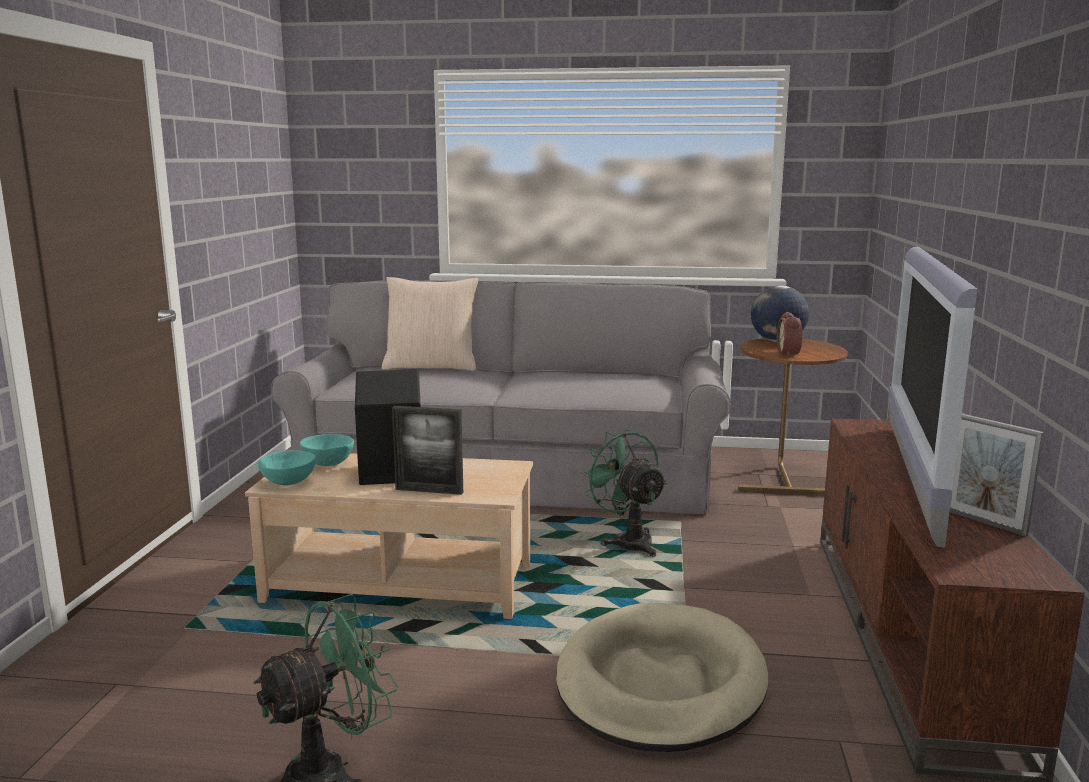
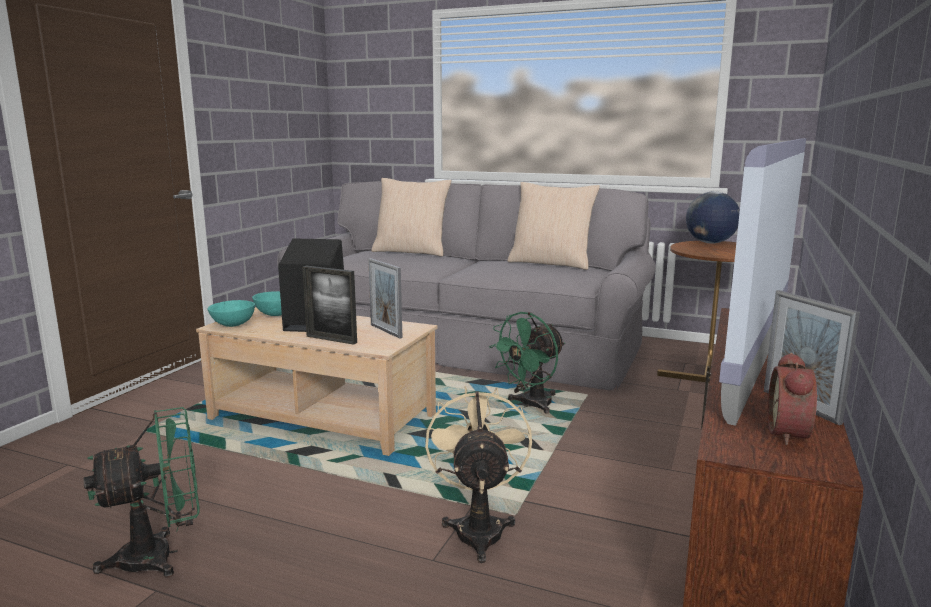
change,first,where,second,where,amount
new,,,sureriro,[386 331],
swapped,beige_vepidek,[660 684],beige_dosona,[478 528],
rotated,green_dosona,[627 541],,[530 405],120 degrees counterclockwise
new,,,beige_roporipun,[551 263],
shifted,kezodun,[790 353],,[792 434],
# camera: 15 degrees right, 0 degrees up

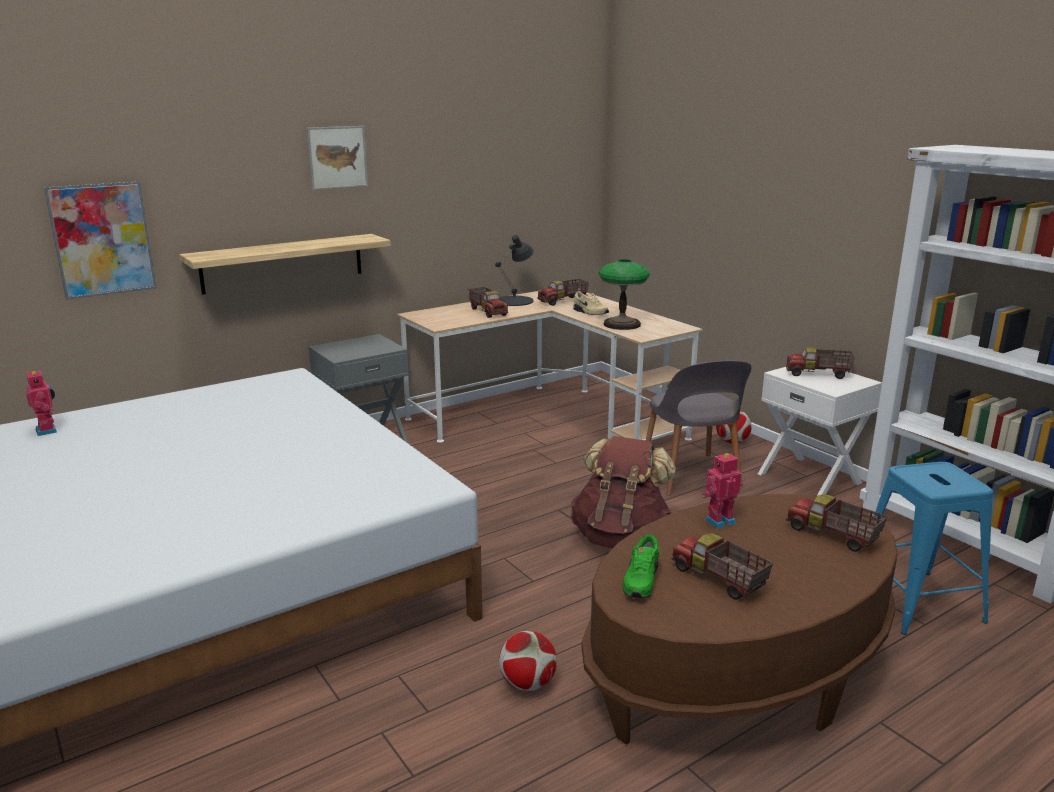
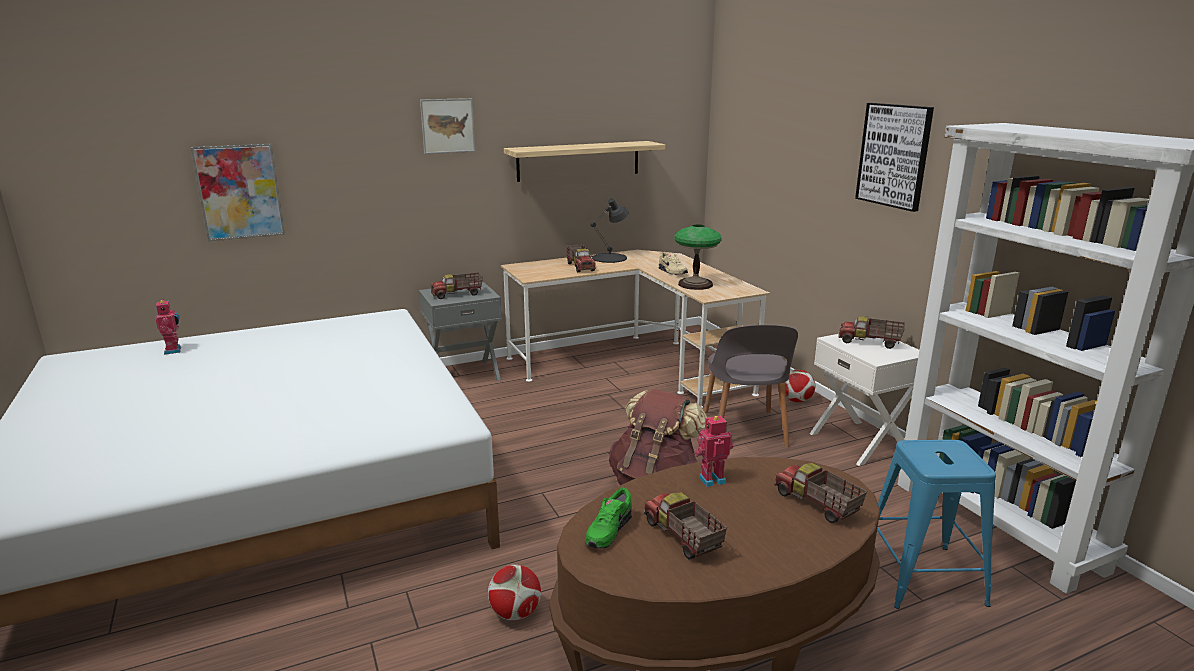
change,first,where,second,where,amount
shifted,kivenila,[563 301],,[457 294],
shifted,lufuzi,[283 263],,[579 160],
new,,,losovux,[894 155],
# camera: 10 degrees right, 0 degrees up

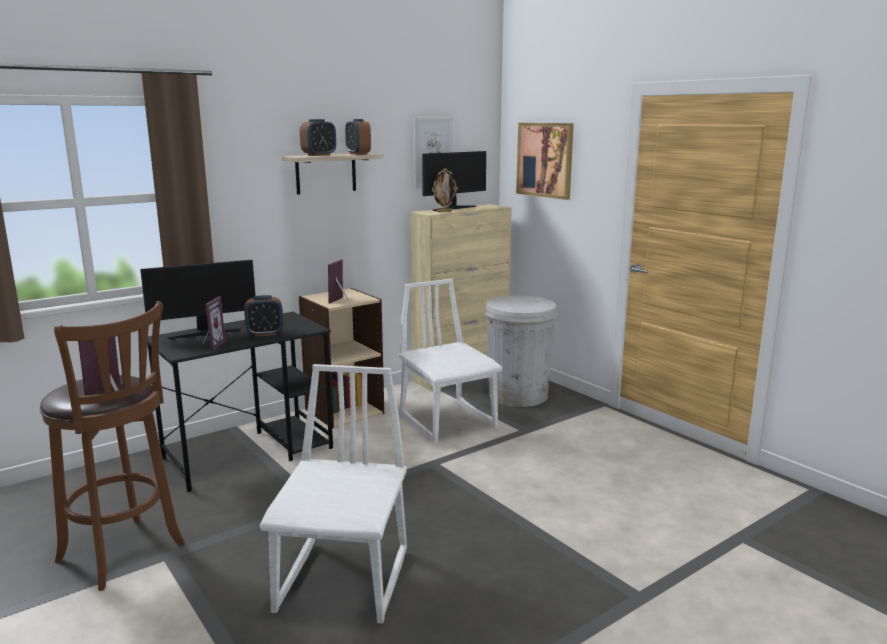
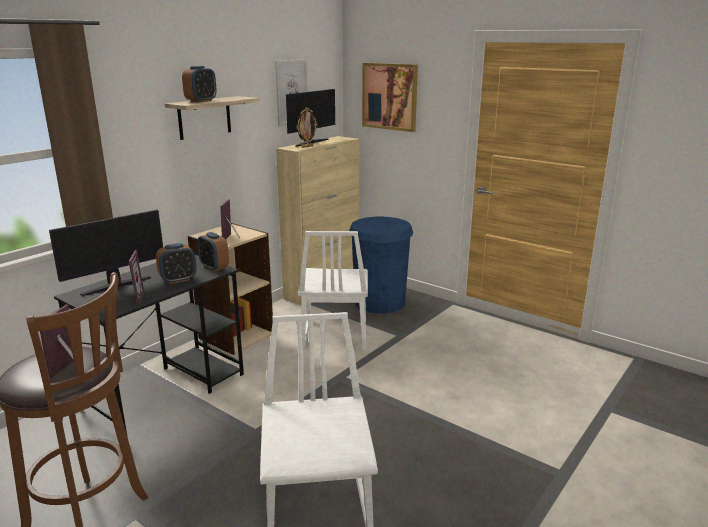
change,first,where,second,where,amount
shifted,kezodun,[358 154],,[214 267],
rotated,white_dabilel,[448 421],,[334 334],135 degrees counterclockwise
repainted,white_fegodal,[518 395],blue_fegodal,[379 302],
# camera: 15 degrees left, 5 degrees up

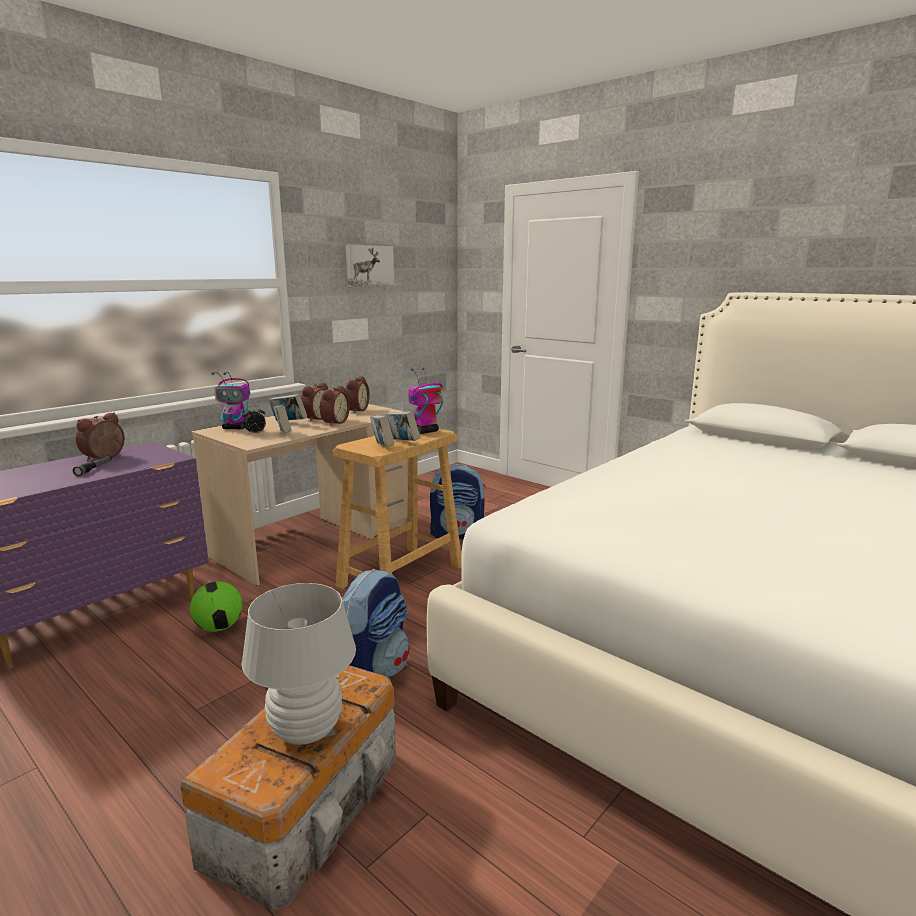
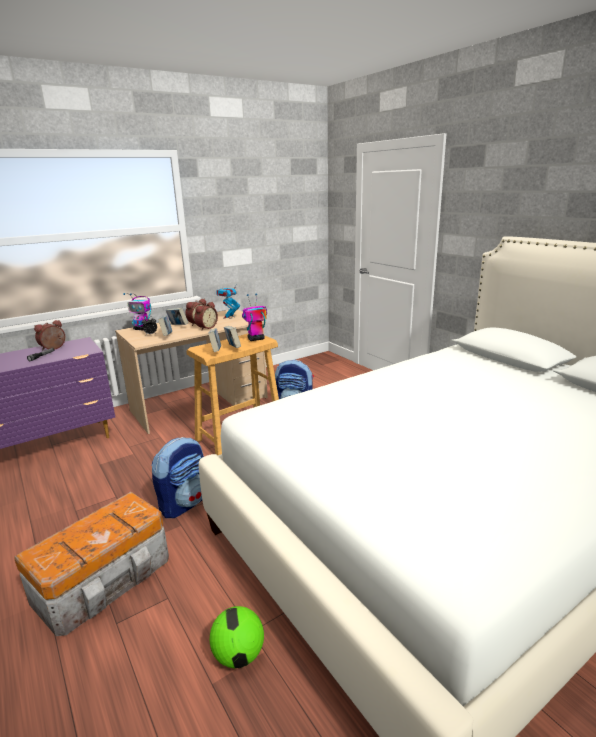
change,first,where,second,where,amount
shifted,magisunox,[219 627],,[239 655],
swapped,kezodun,[355 410],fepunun,[229 317],
gone,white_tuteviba,[305 730],,,
gone,losovux,[369 265],,,
# camera: 15 degrees right, 5 degrees up

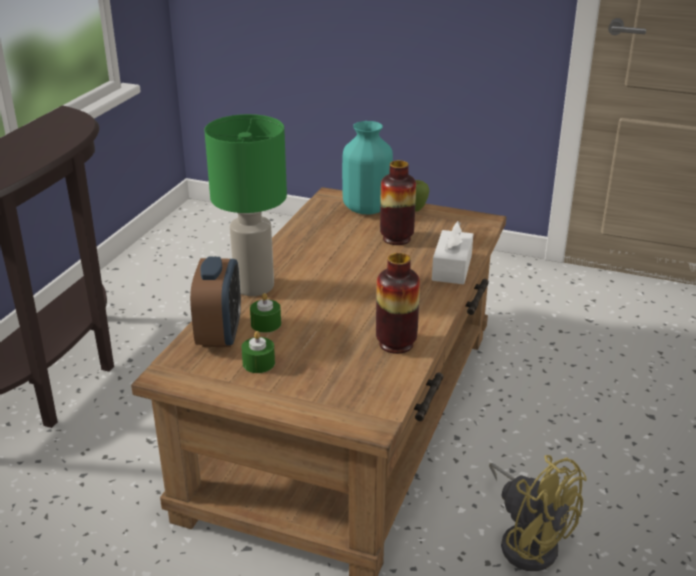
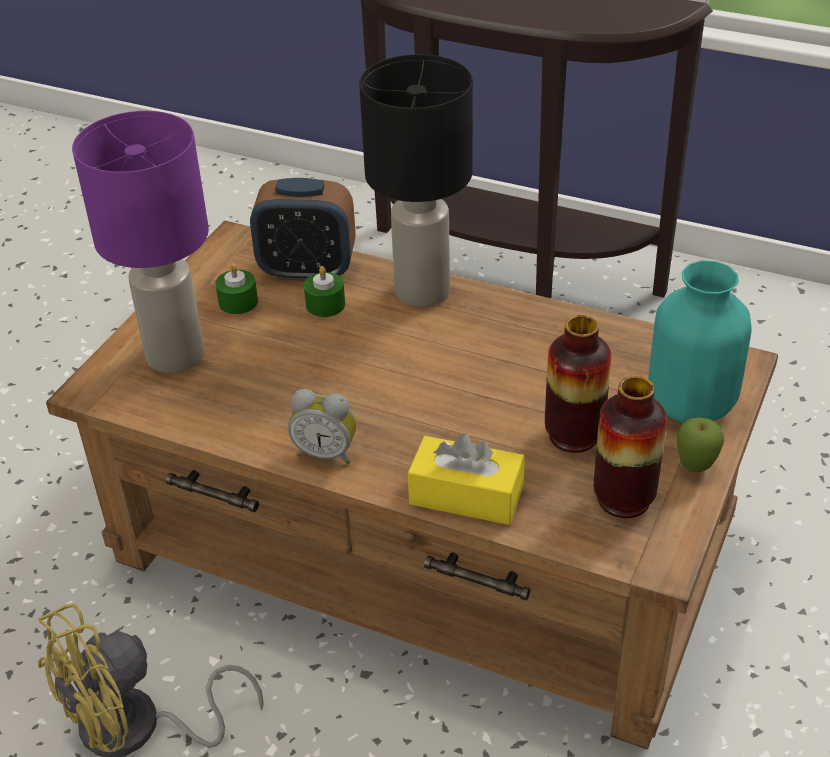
change,first,where,second,where,amount
new,,,purple_tuteviba,[174 357],
new,,,kezodun,[326 453],
repainted,green_tuteviba,[255 286],black_tuteviba,[423 292],
repainted,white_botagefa,[452 268],yellow_botagefa,[466 495],
shifted,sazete,[396 344],,[623 499],
# camera: 95 degrees right, 10 degrees up

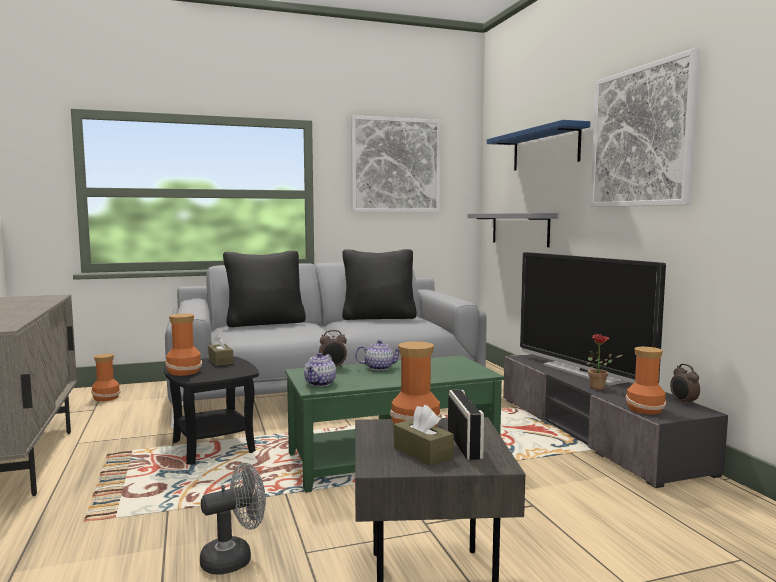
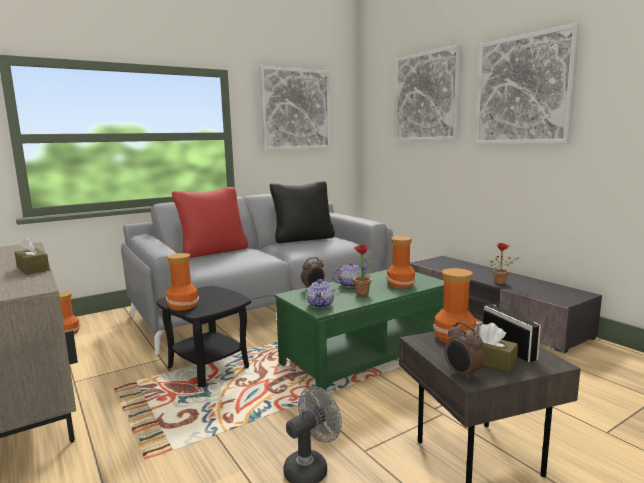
change,first,where,second,where,amount
shifted,brown_botagefa,[220 361],,[33 269],
repainted,black_roporipun,[265 323],red_roporipun,[213 251],
new,,,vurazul,[359 293],
shifted,sazete,[644 409],,[400 284],
swapped,blue_lufuzi,[545 149],losovux,[426 97],
shifted,kezodun,[683 403],,[462 374],
gone,grey_lufuzi,[519 229],,,
gone,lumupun,[584 373],,,
# camera: 15 degrees left, 5 degrees up

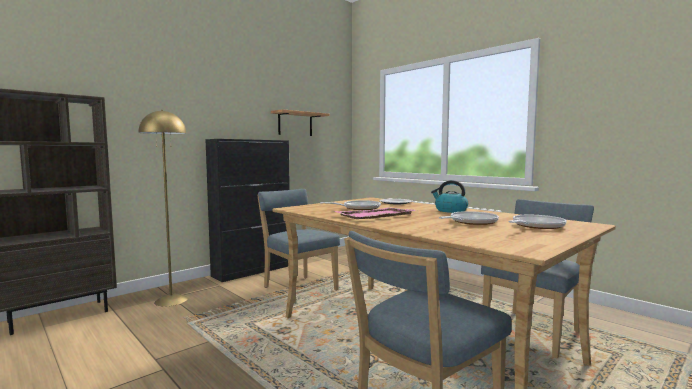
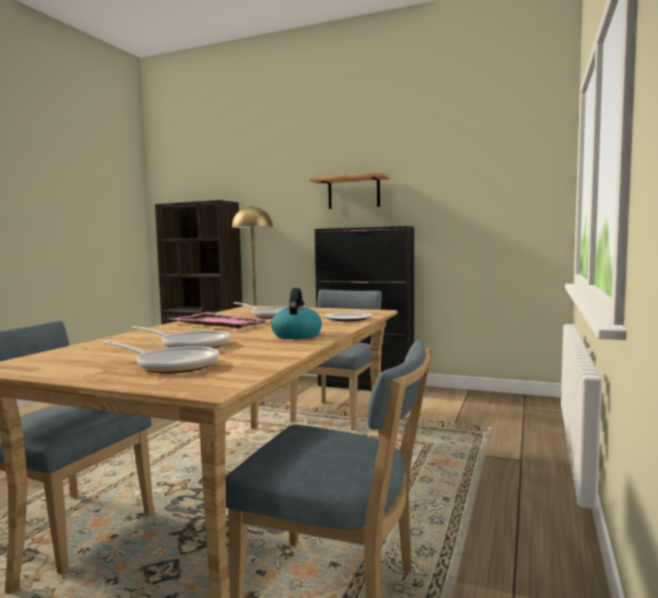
change,first,where,second,where,amount
shifted,lufuzi,[295 124],,[353 193],
# camera: 65 degrees right, 0 degrees up

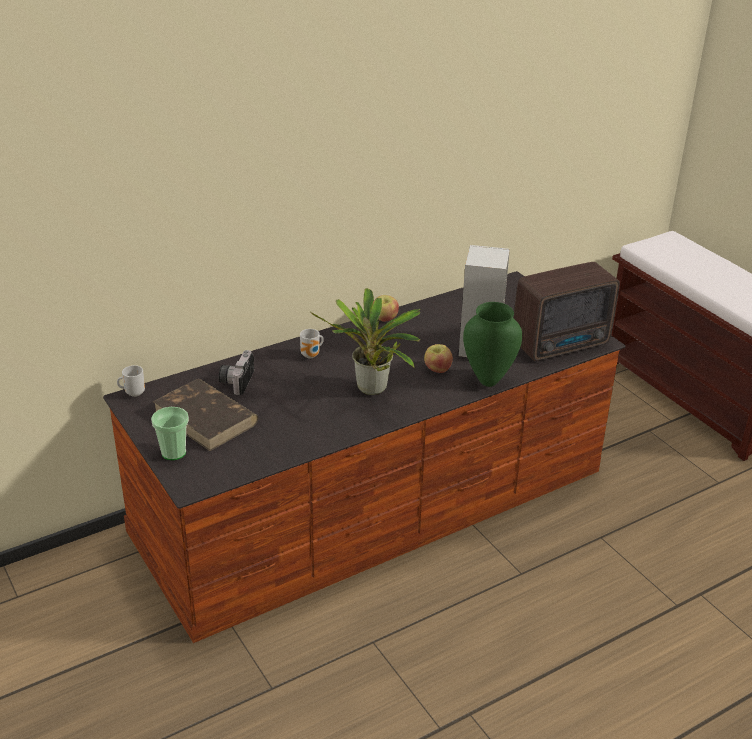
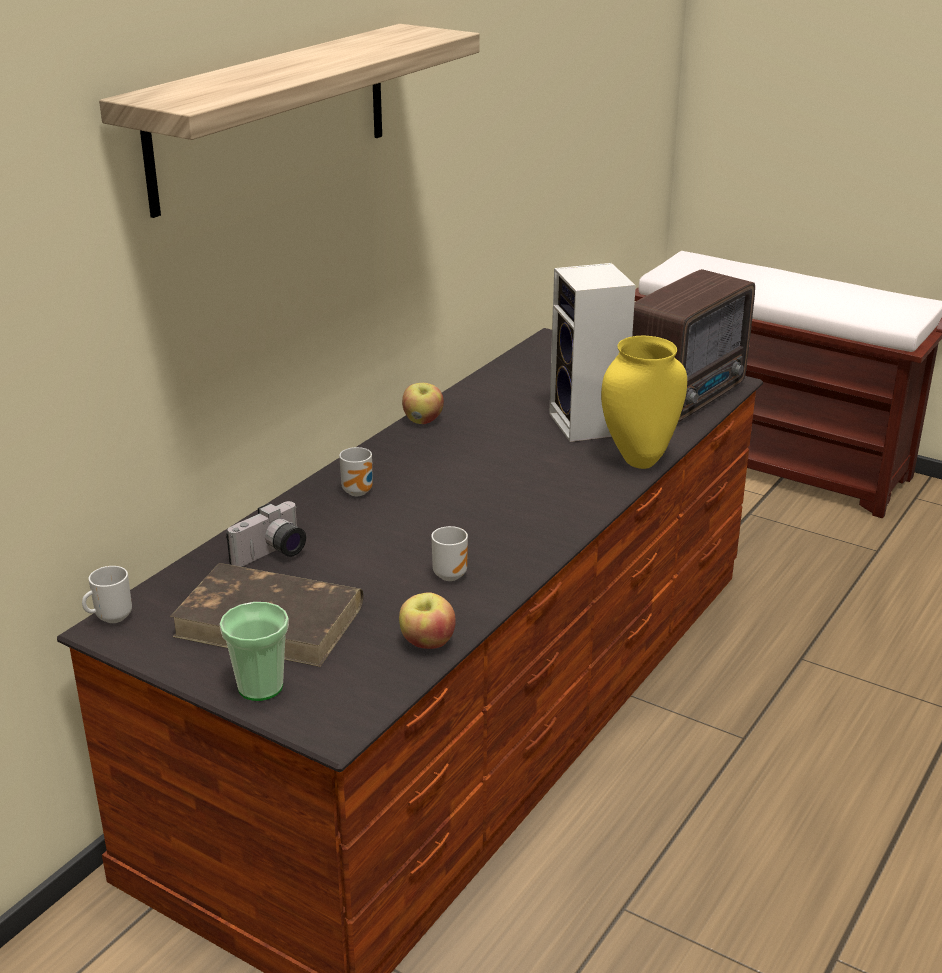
change,first,where,second,where,amount
new,,,lufuzi,[272 115],
rotated,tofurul,[236 381],,[272 555],120 degrees counterclockwise
shifted,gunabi,[437 369],,[427 642],
new,,,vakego,[450 574],
repainted,green_sazete,[488 381],yellow_sazete,[639 461],
gone,vurazul,[372 391],,,
# camera: 25 degrees left, 5 degrees down

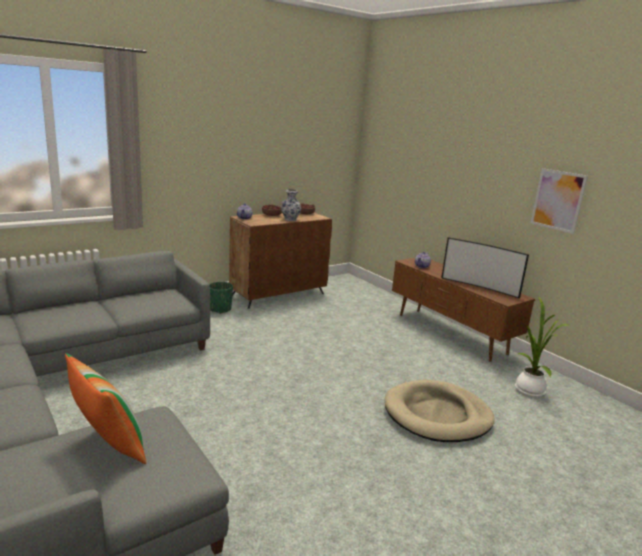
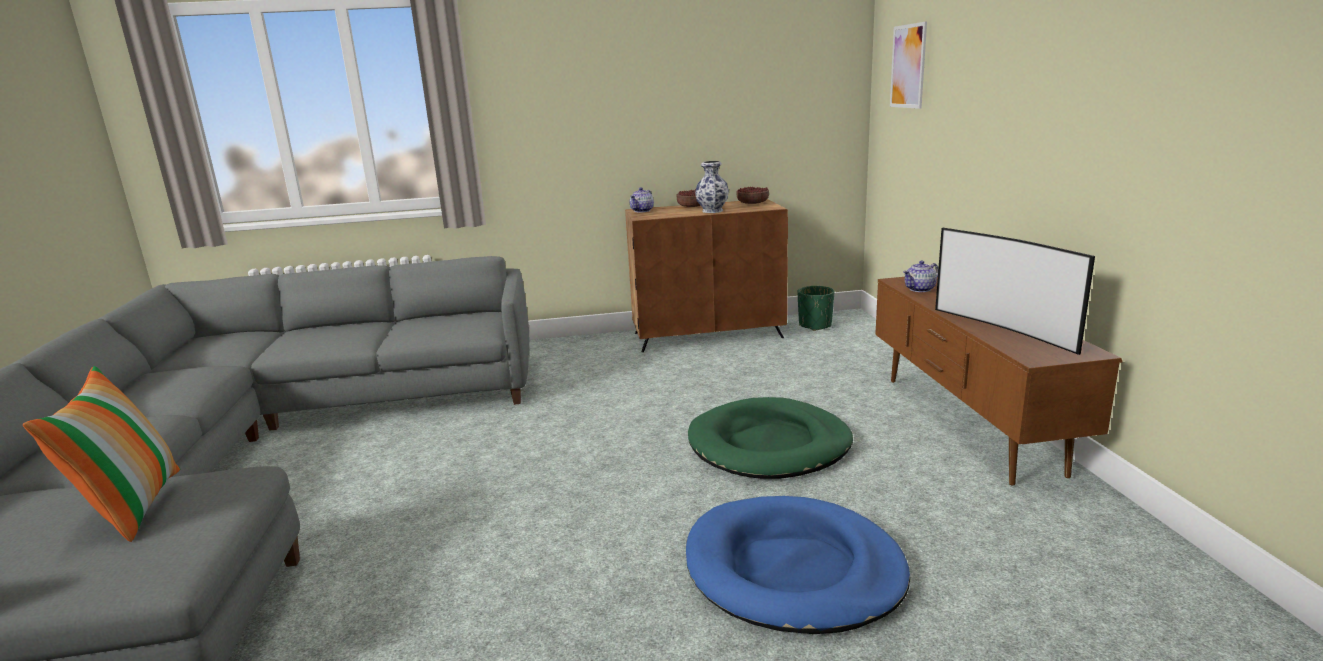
change,first,where,second,where,amount
repainted,beige_vepidek,[437 415],blue_vepidek,[793 570],
new,,,green_vepidek,[769 445],
shifted,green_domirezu,[220 309],,[815 325],
shifted,losovux,[558 200],,[908 66],
gone,vurazul,[529 389],,,
# camera: 30 degrees right, 0 degrees up

